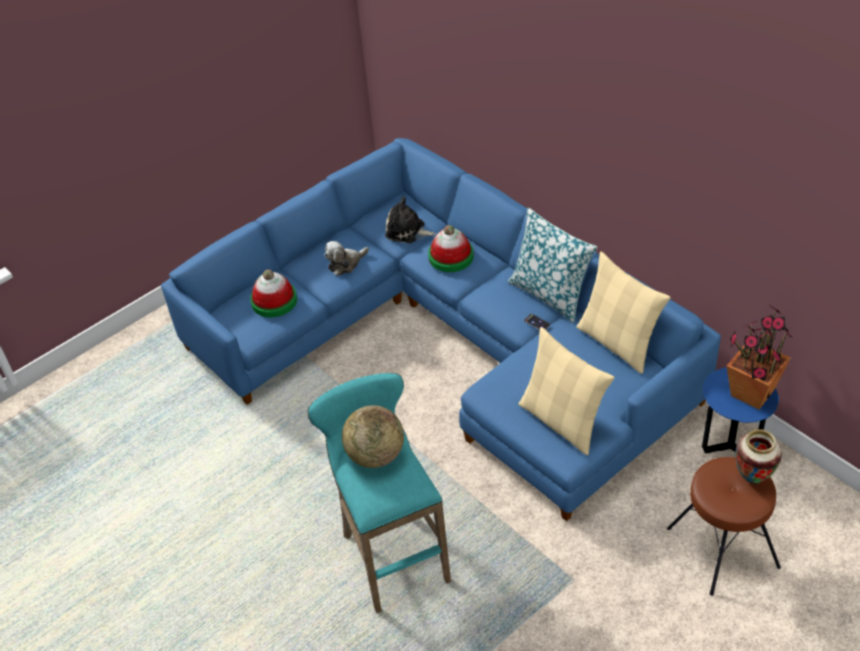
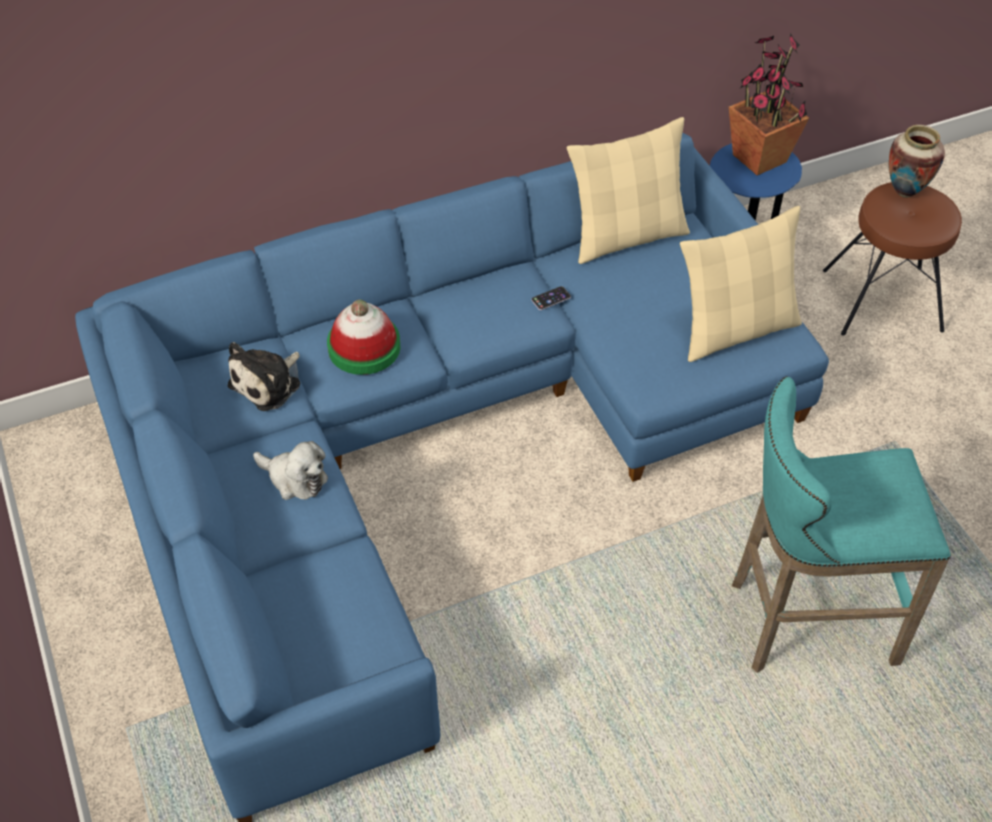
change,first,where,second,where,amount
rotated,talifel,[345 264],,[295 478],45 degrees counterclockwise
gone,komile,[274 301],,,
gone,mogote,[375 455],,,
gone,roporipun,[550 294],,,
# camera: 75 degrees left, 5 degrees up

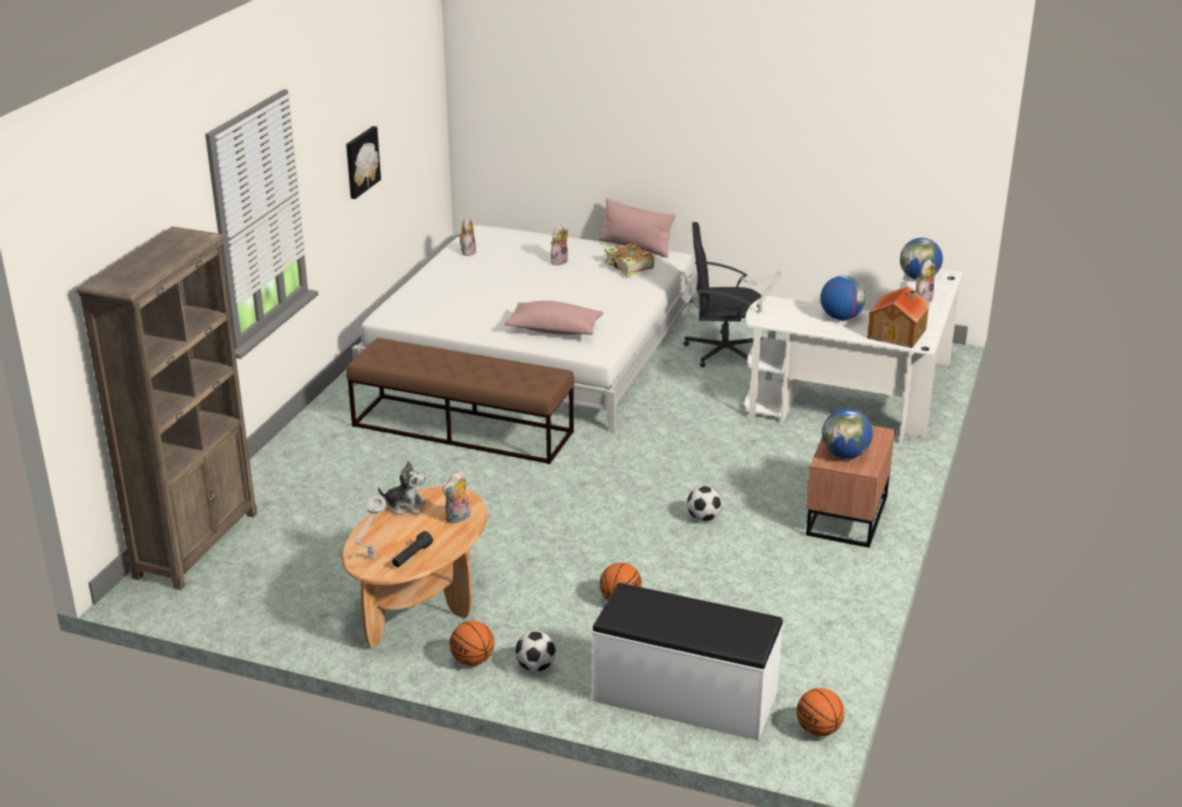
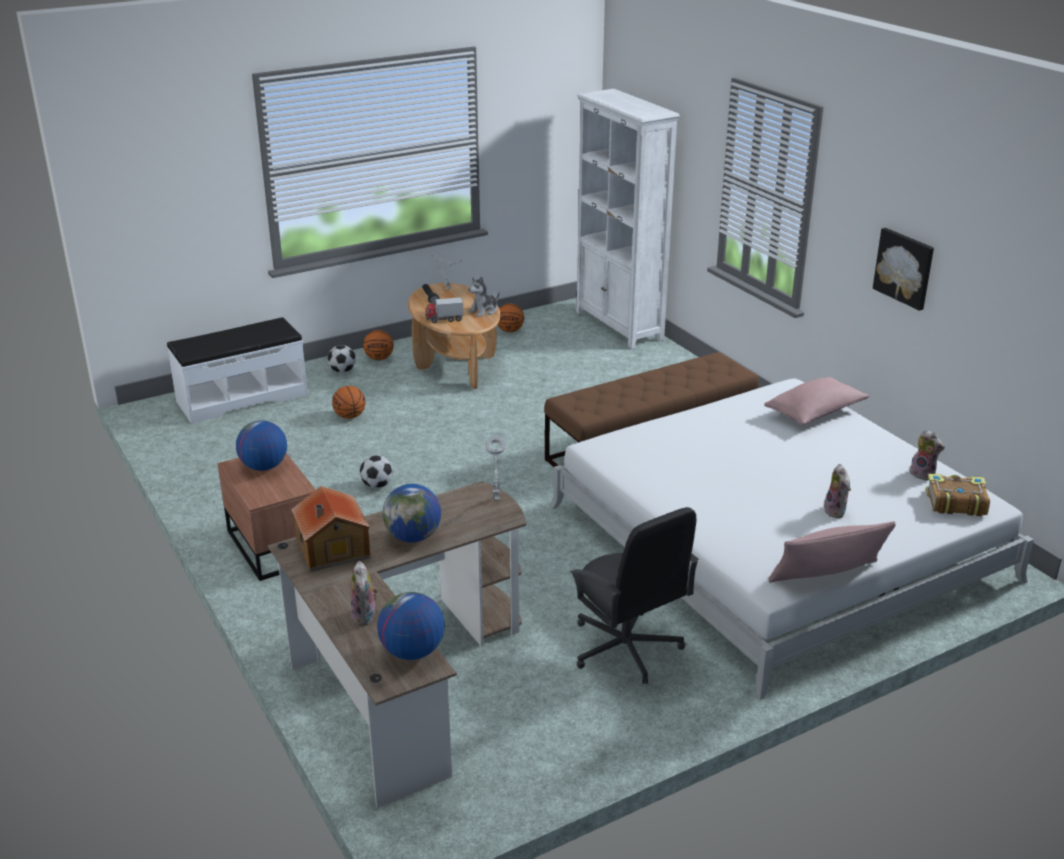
change,first,where,second,where,amount
repainted,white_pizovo,[864 402],brown_pizovo,[400 675],
swapped,talifel,[458 518],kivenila,[444 319],
shifted,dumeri,[818 730],,[510 331],
rotated,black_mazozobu,[722 351],,[626 648],105 degrees clockwise
repainted,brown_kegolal,[197 544],white_kegolal,[619 326],
shifted,pink_roporipun,[554 330],,[815 413],
shifted,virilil,[628 266],,[955 503],
# camera: 130 degrees right, 0 degrees up

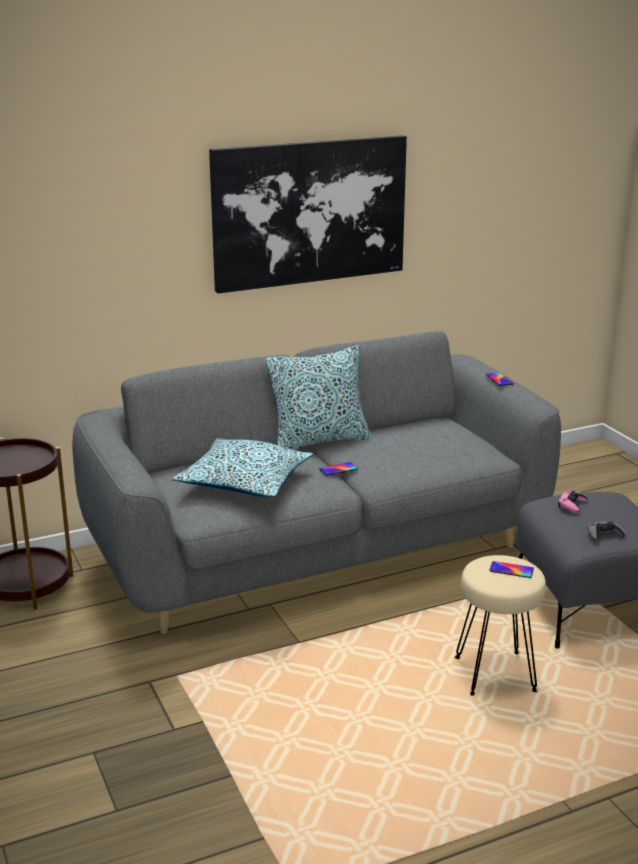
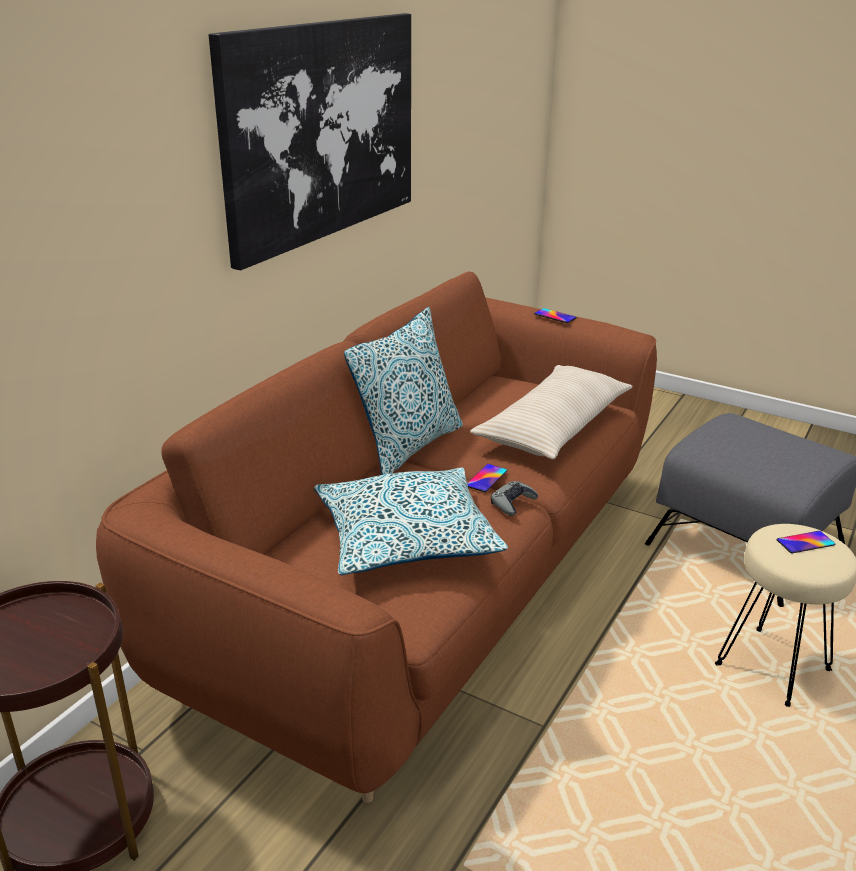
change,first,where,second,where,amount
repainted,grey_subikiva,[318 552],brown_subikiva,[425 587],
new,,,beige_roporipun,[554 427],
shifted,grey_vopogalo,[604 535],,[513 502],
gone,pink_vopogalo,[571 505],,,
# camera: 35 degrees left, 5 degrees up

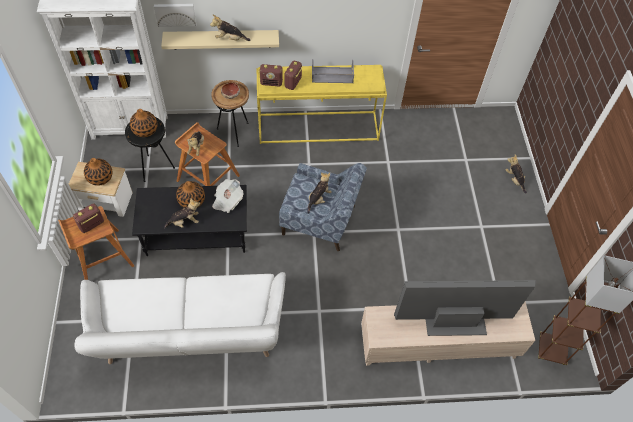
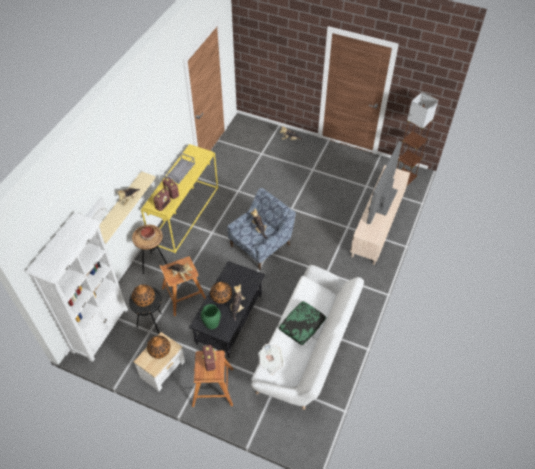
change,first,where,second,where,amount
new,,,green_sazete,[211 322],
shifted,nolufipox,[227 201],,[270 362],
new,,,roporipun,[302 325],
# camera: 60 degrees left, 5 degrees down

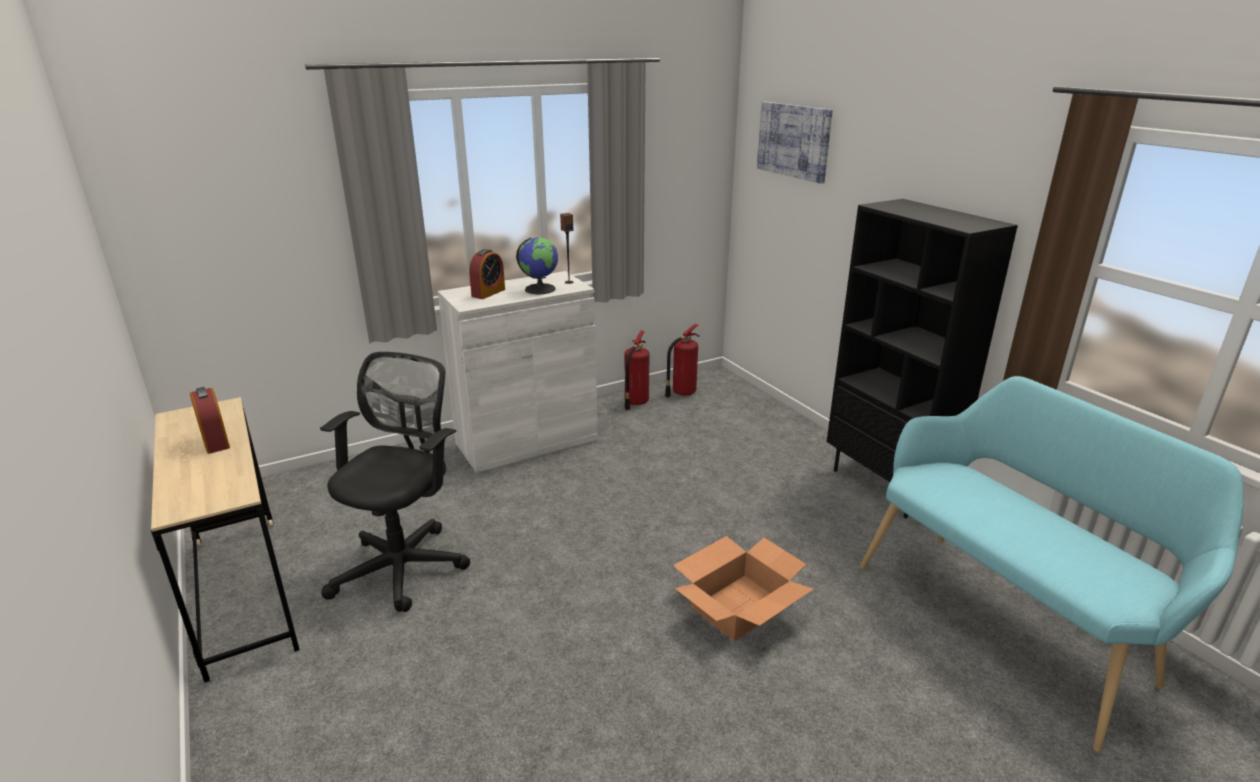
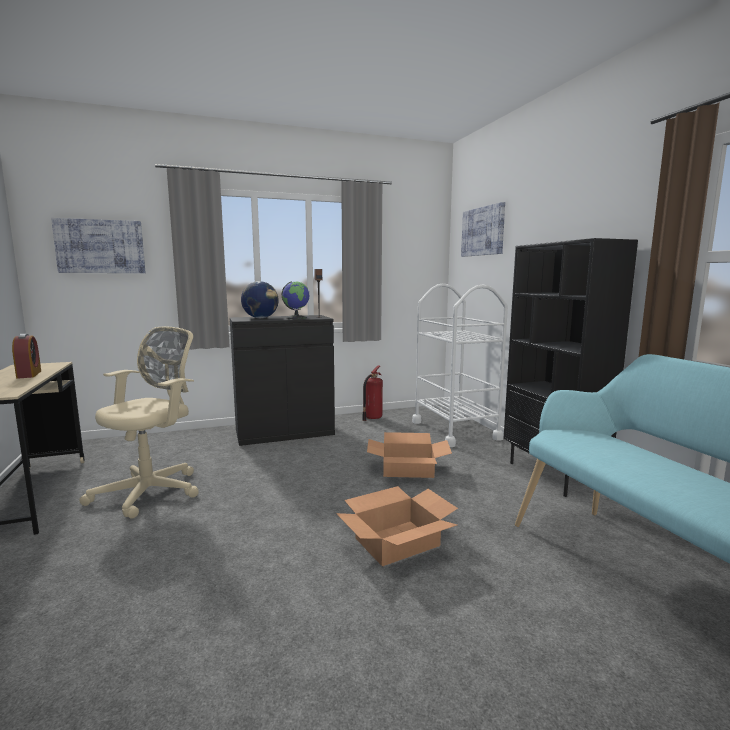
change,first,where,second,where,amount
new,,,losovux,[100 246],
repainted,black_mazozobu,[404 565],beige_mazozobu,[152 491],
repainted,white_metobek,[526 441],black_metobek,[284 432],
swapped,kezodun,[488 293],mogote,[261 318],
new,,,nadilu,[408 469],
new,,,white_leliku,[455 430],
gone,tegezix,[682 392],,,
# camera: 10 degrees right, 15 degrees down

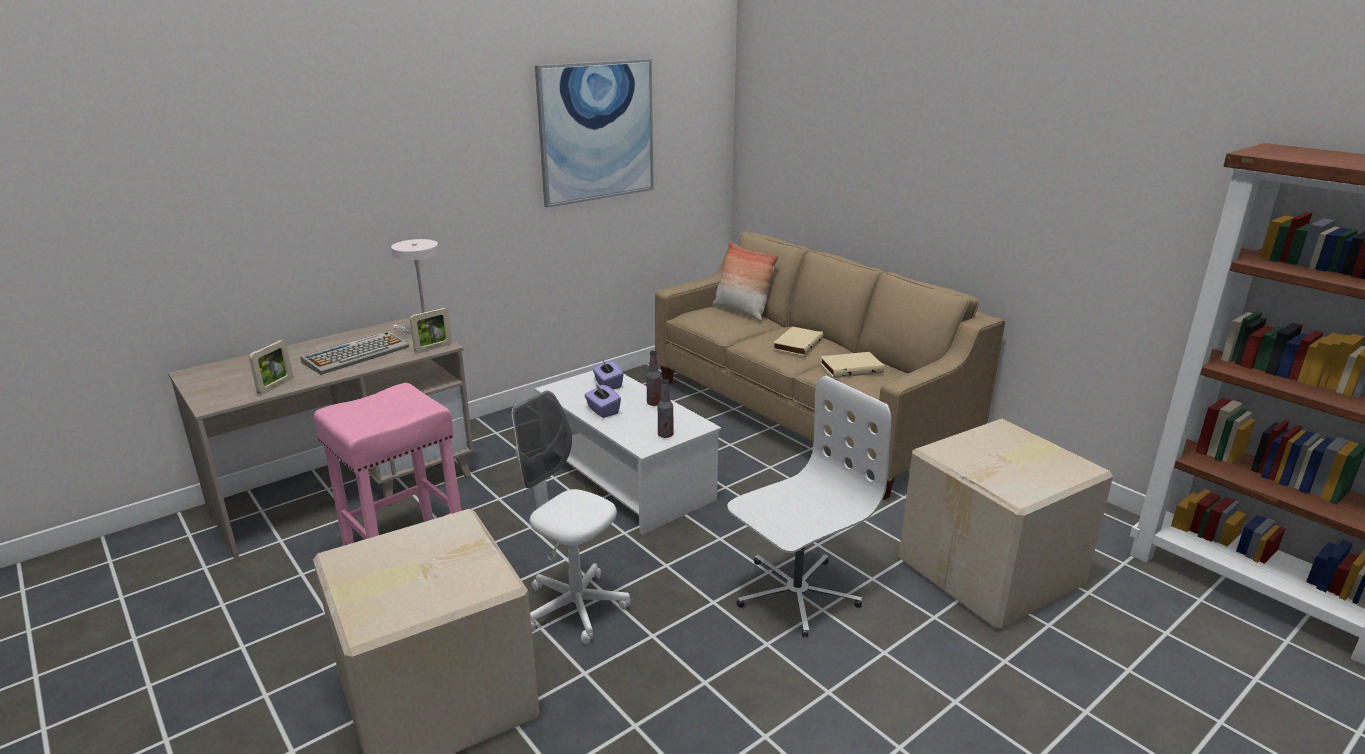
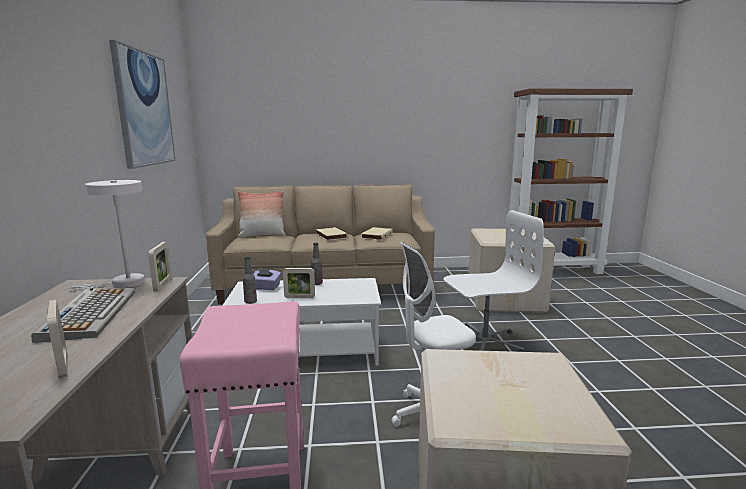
change,first,where,second,where,amount
shifted,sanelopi,[665 435],,[250 302],
swapped,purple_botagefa,[602 411],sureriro,[299 297],
rotated,white_mazozobu,[795 593],,[483 342],75 degrees clockwise
# camera: 55 degrees left, 10 degrees down

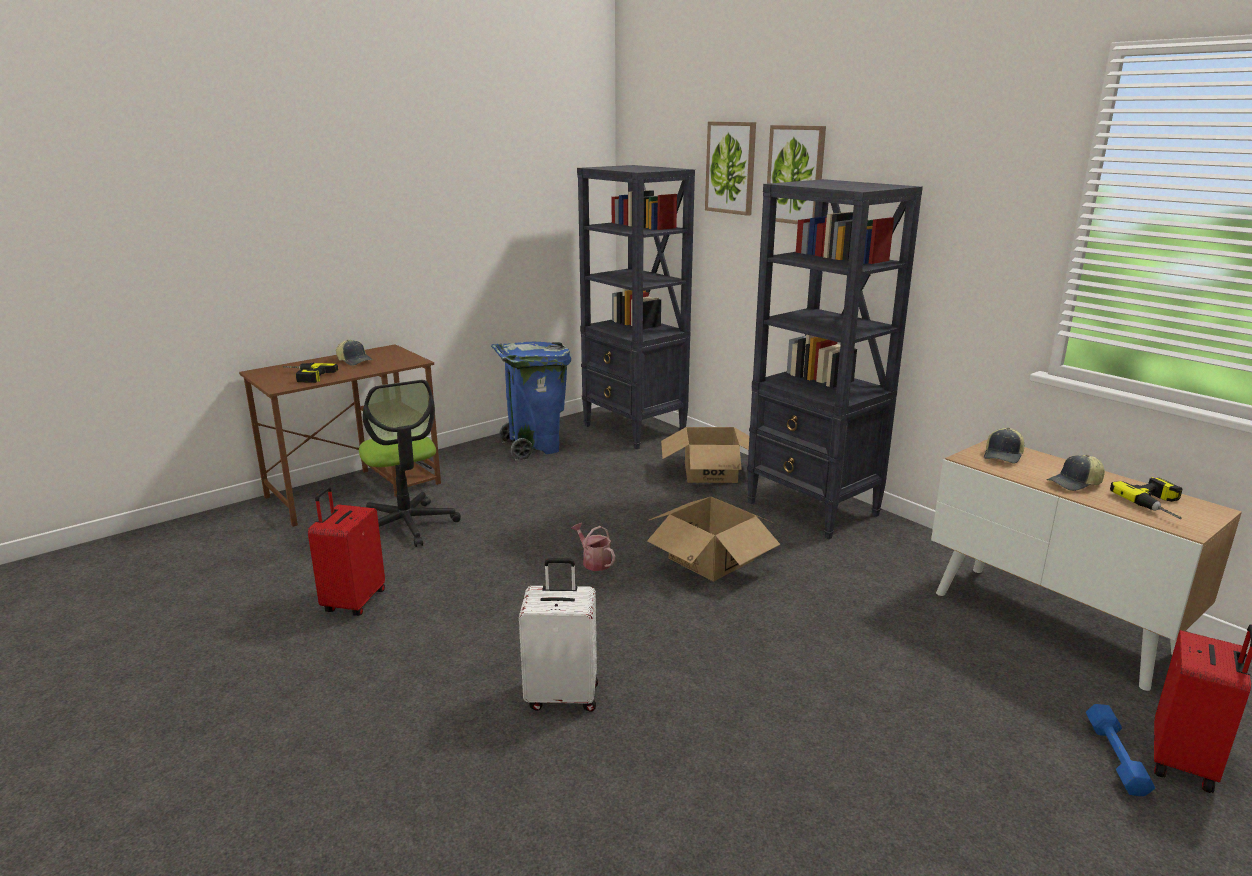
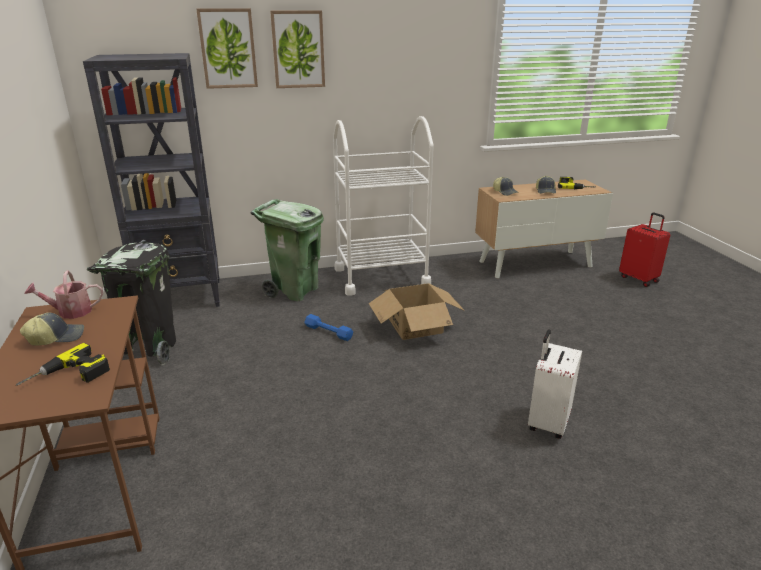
change,first,where,second,where,amount
shifted,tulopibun,[594 562],,[70 312],
repainted,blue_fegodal,[534 447],black_fegodal,[149 349],
swapped,nadilu,[711 472],green_fegodal,[295 291],
shifted,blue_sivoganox,[1116 757],,[328 332],
swapped,black_kegolal,[813 509],white_leliku,[381 277],
gone,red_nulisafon,[353 602],,,
gone,mazozobu,[406 525],,,
# camera: 65 degrees left, 5 degrees up

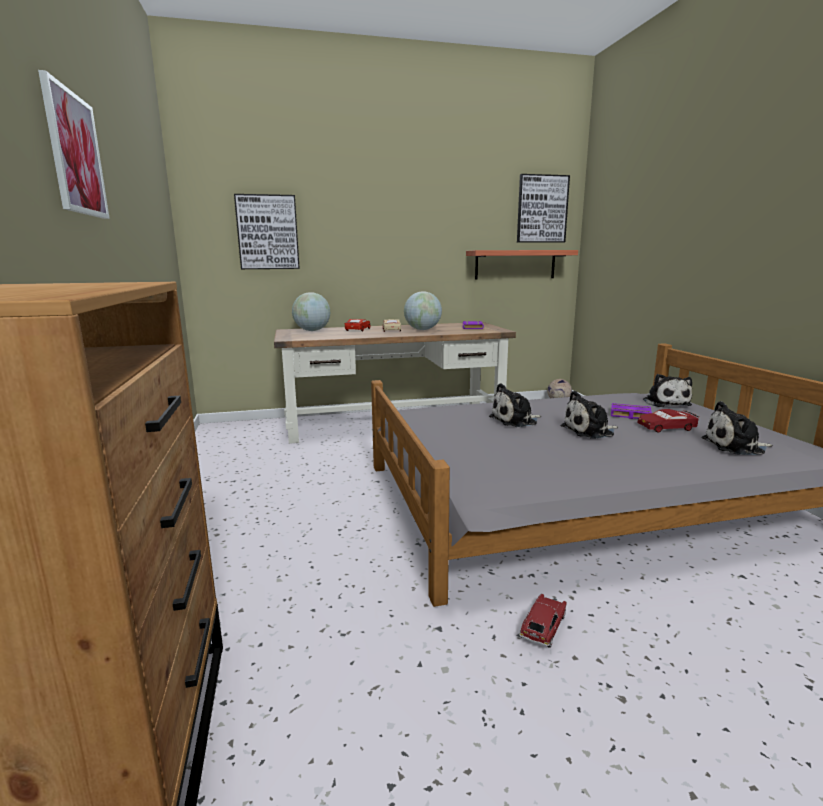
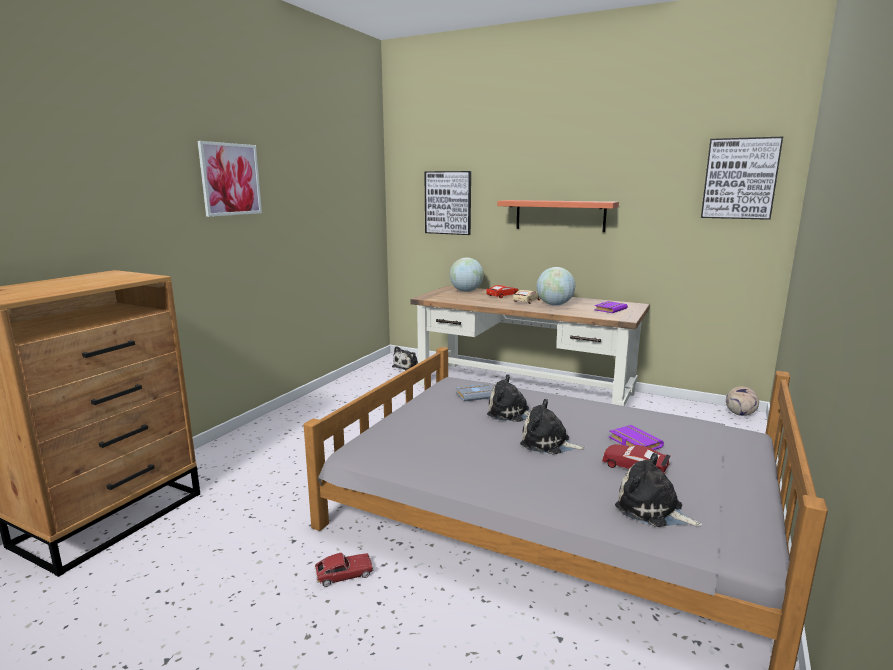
change,first,where,second,where,amount
shifted,talifel,[665 403],,[408 366],
new,,,grey_virilil,[476 395],
shifted,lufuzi,[515 264],,[560 215],
# camera: 40 degrees right, 0 degrees up

